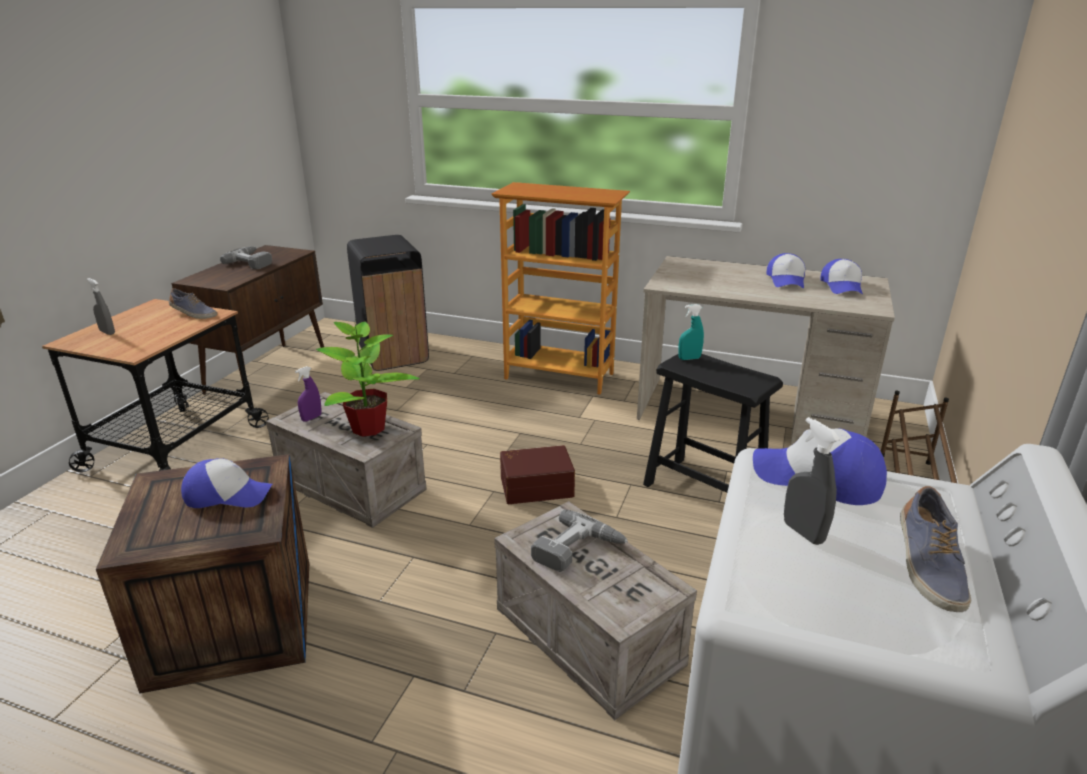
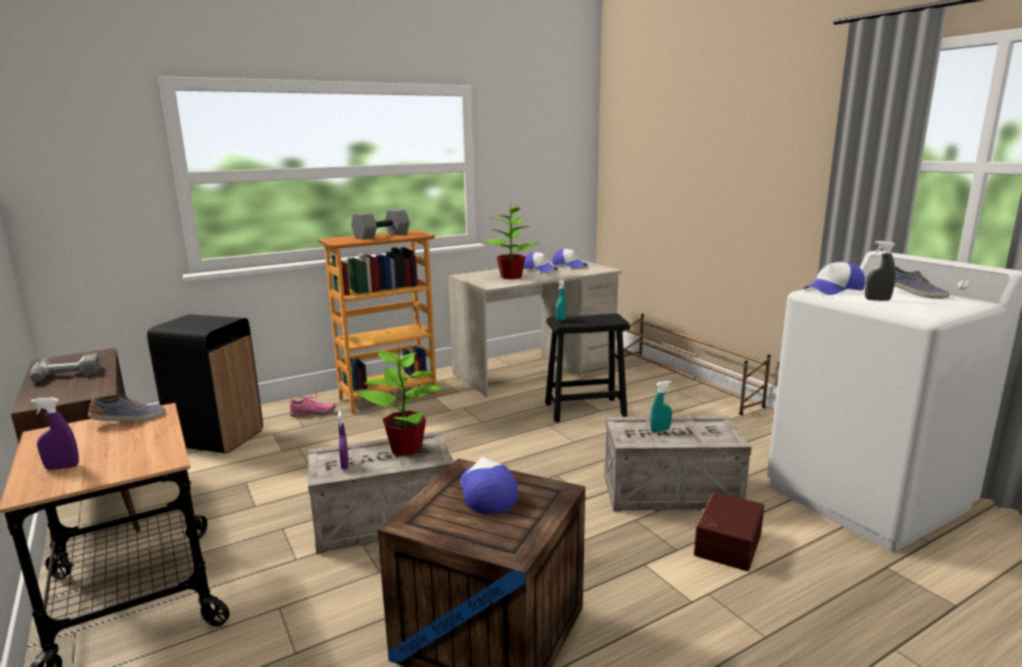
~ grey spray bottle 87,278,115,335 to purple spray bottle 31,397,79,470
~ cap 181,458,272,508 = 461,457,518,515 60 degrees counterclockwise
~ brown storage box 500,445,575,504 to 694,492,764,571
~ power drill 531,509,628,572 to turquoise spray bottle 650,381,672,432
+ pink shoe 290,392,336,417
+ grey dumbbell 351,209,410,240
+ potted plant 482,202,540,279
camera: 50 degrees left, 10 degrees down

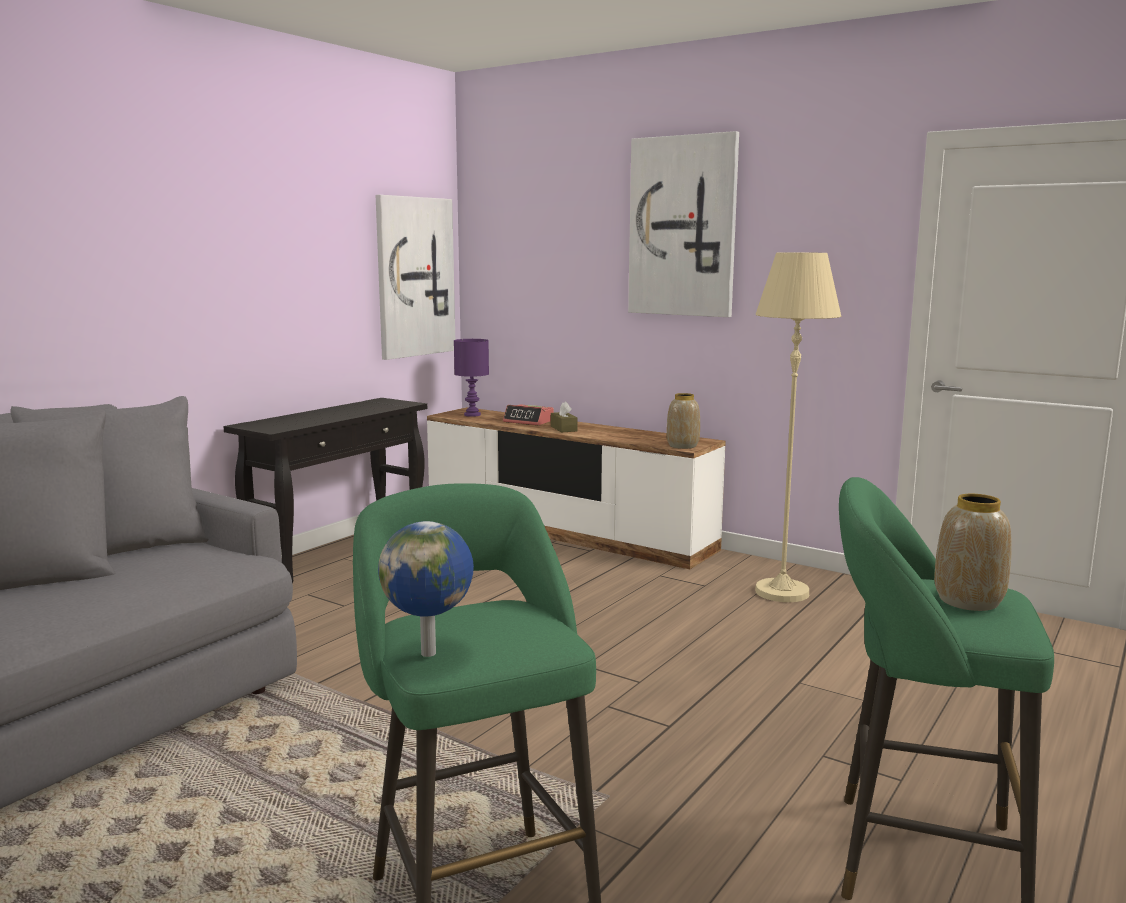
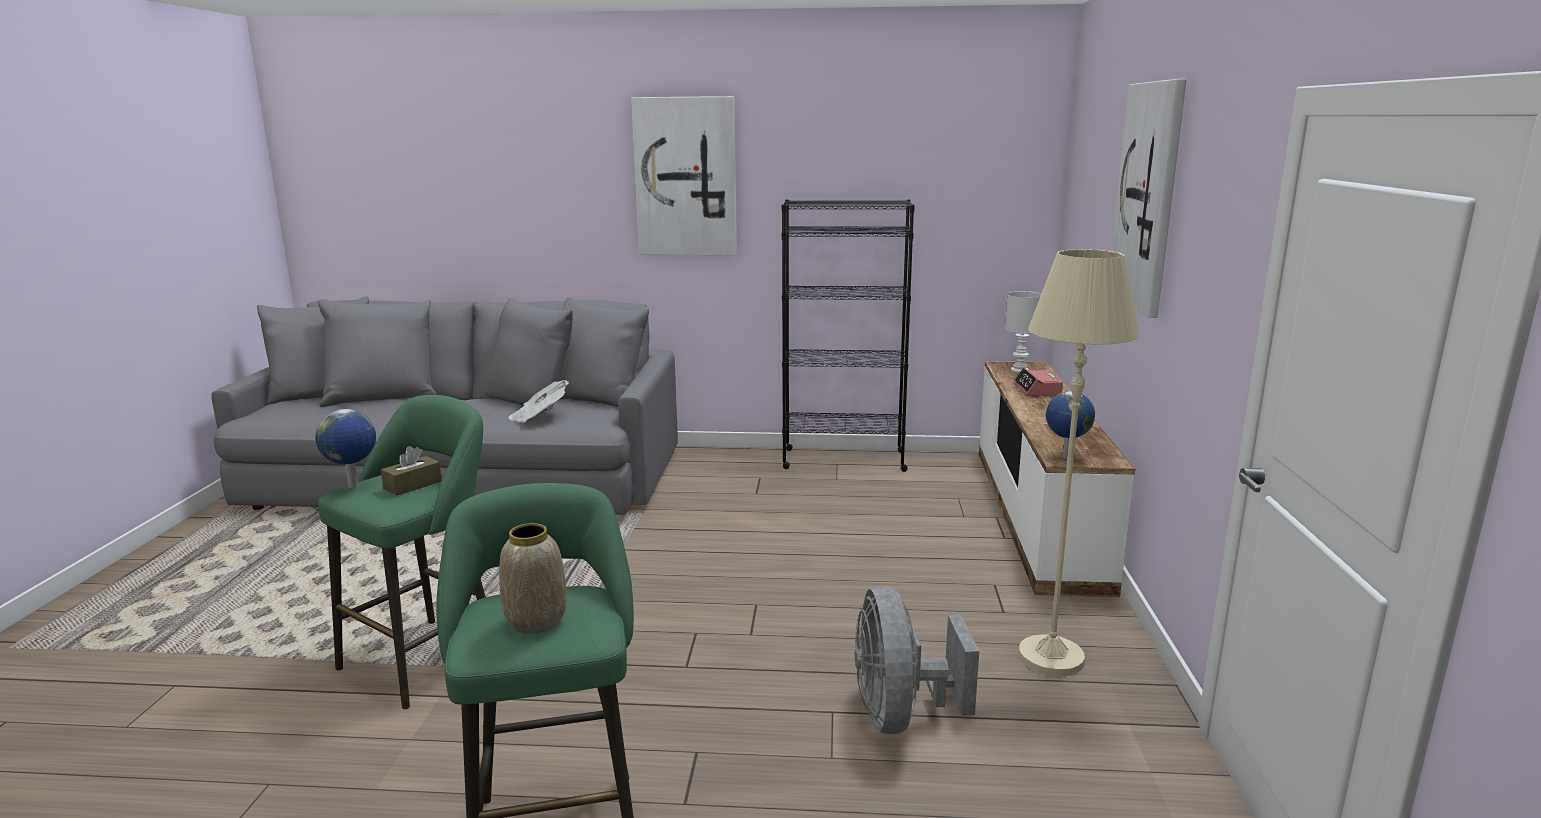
~ black console table 223,398,427,583 to black bookcase 781,199,915,472
~ picture 376,195,455,360 to 631,96,737,255
~ purple table lamp 454,339,489,417 to white table lamp 1004,291,1041,373
~ brown tissue box 551,401,578,433 to 381,446,442,496
~ vase 667,393,700,449 to globe 1046,391,1095,459
+ newspaper 508,380,569,423
+ grey fan 855,586,979,734
camera: 60 degrees right, 5 degrees up

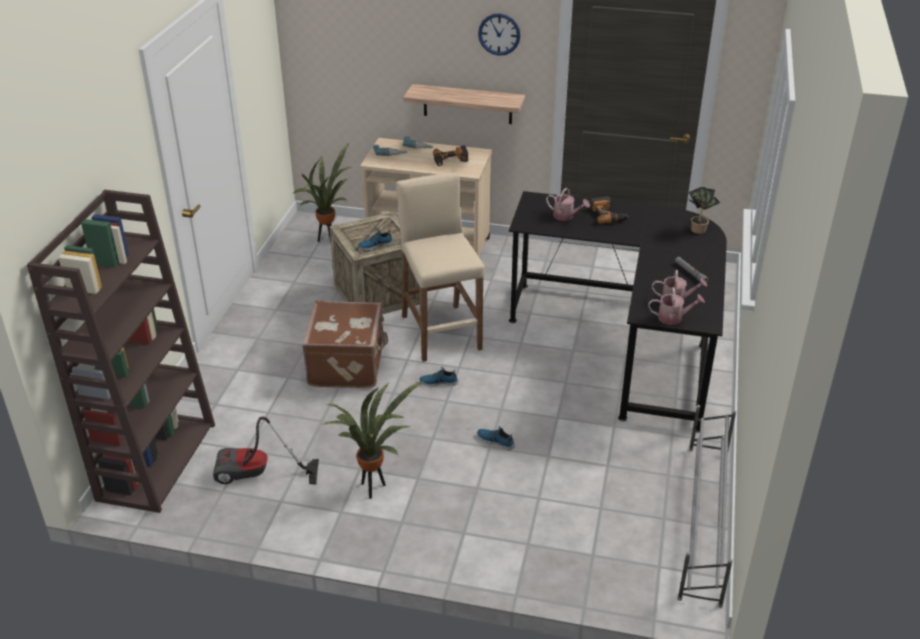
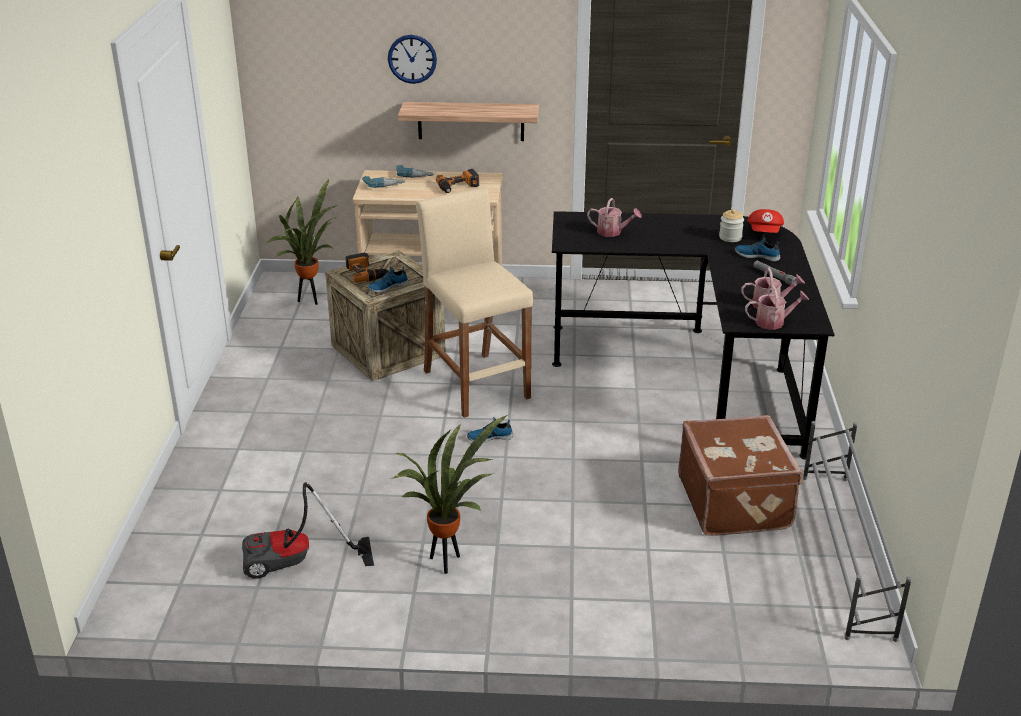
- brown bookcase 27,190,215,513
~ brown suitcase 302,300,388,388 to 678,415,803,536
~ shoe 477,426,515,451 to 735,235,780,261
~ wall clock 478,13,520,56 to 388,35,437,84
~ power drill 590,196,629,224 to 346,253,388,283
~ potted plant 689,187,721,234 to red cap 748,209,784,233
+ jar 719,209,744,242
camera: 10 degrees left, 5 degrees down

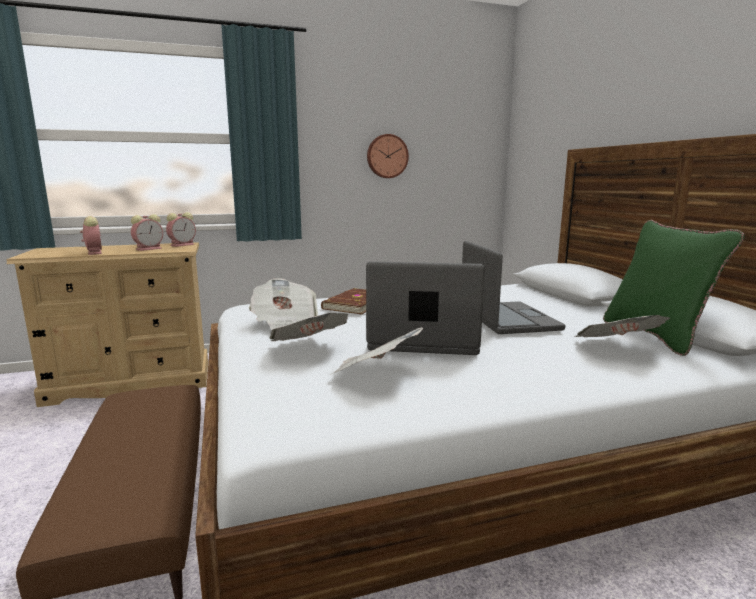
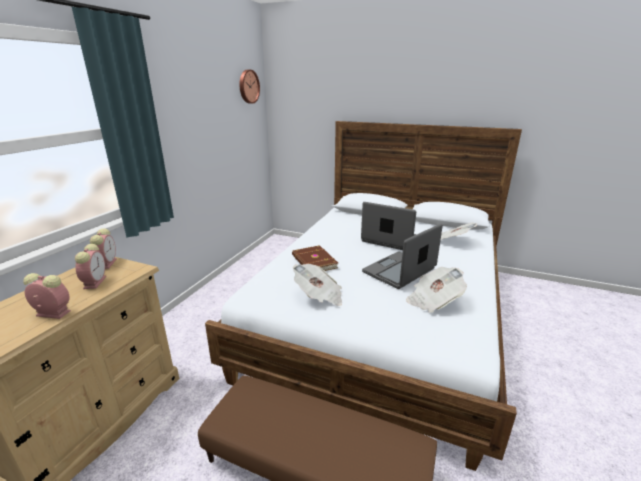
- newspaper 270,313,349,341
~ wall clock 367,134,409,178 to 239,70,260,104
- green pillow 603,220,744,356
camera: 50 degrees left, 10 degrees up

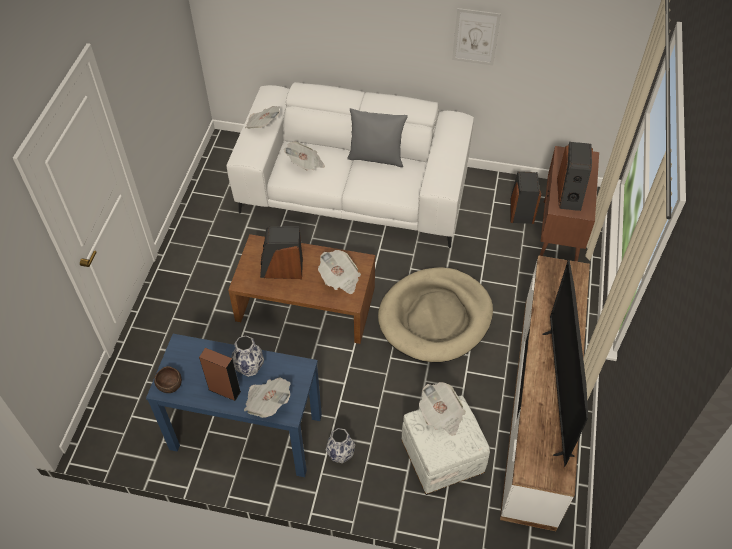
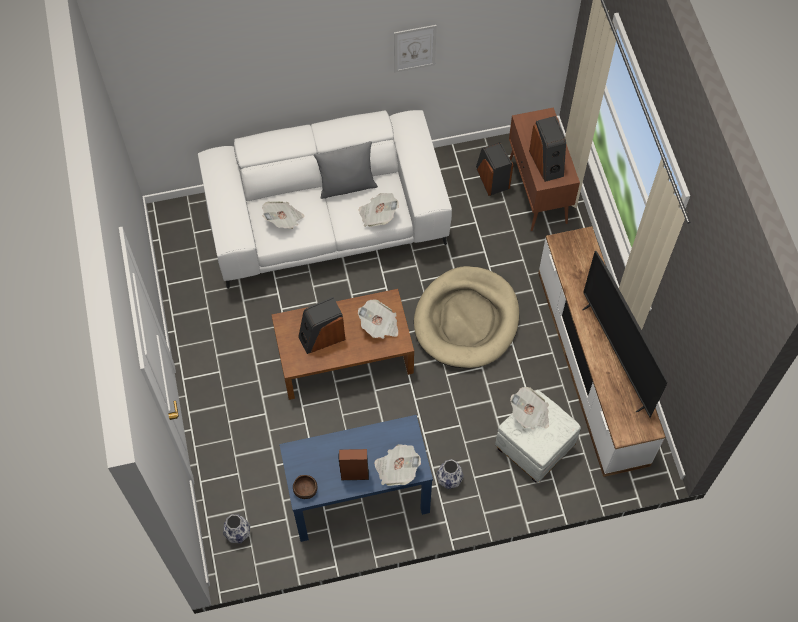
~ vase 231,336,264,377 to 223,514,250,543
~ newspaper 245,106,280,129 to 359,193,399,227
camera: 25 degrees left, 10 degrees up

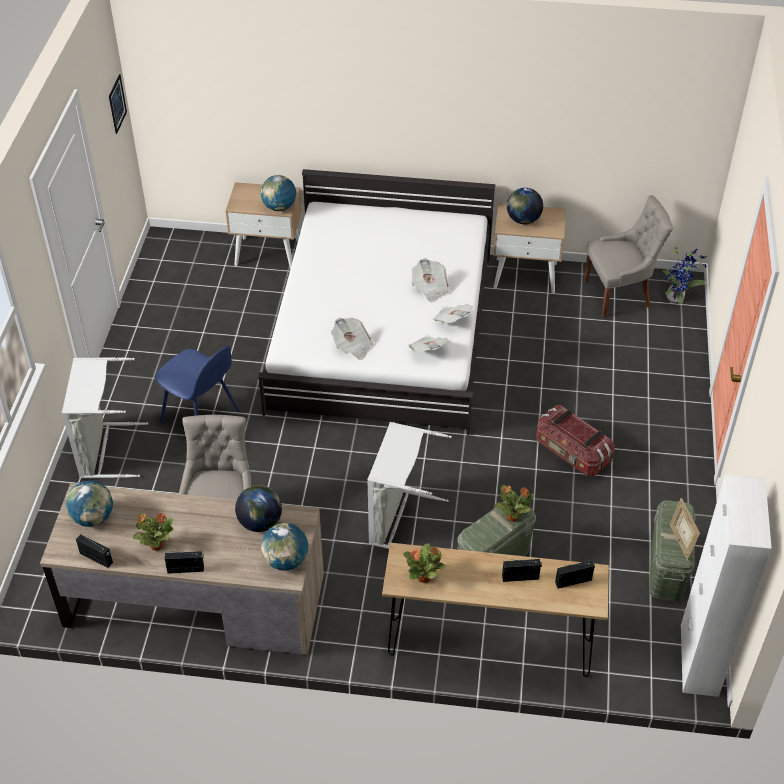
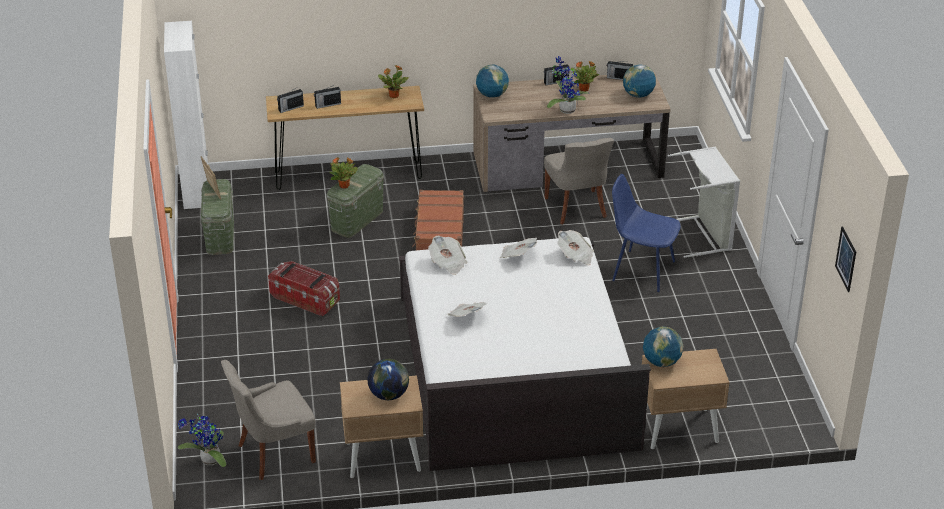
- globe 235,485,282,532
~ grey laundry basket 367,422,452,549 to brown suitcase 412,190,464,250
~ newspaper 432,304,474,323 to 558,230,594,265
+ potted plant 547,56,589,114
camera: 165 degrees right, 10 degrees down

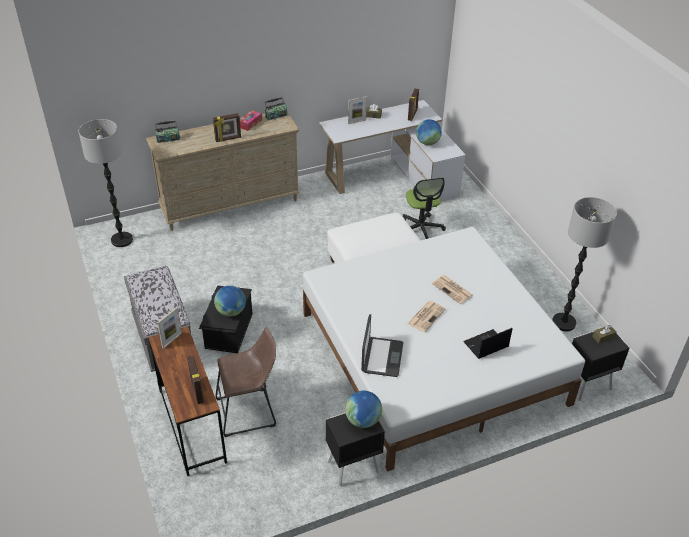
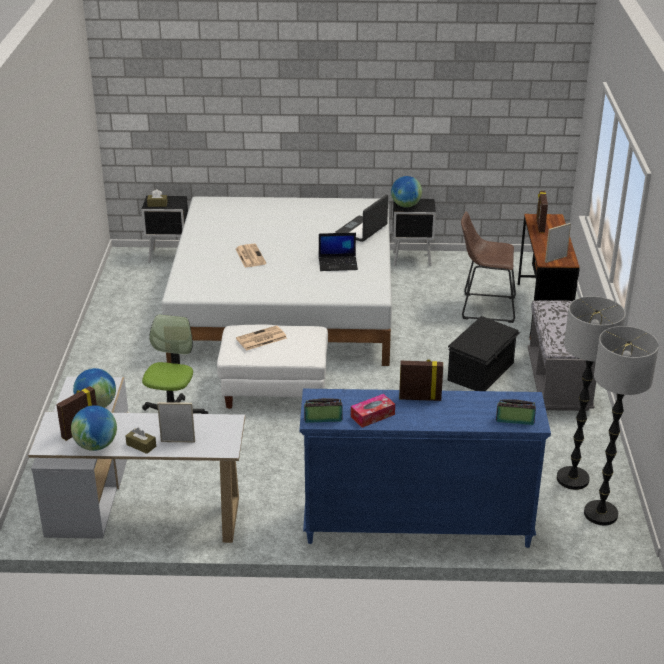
~ beige dresser 146,112,300,231 to blue dresser 300,389,551,548
~ globe 214,285,246,317 to 71,405,117,451
~ newspaper 407,301,446,332 to 236,325,287,351
~ laptop 463,328,512,359 to 319,233,358,271
~ floor lamp 552,197,617,331 to 557,296,625,490
camera: 155 degrees left, 10 degrees down

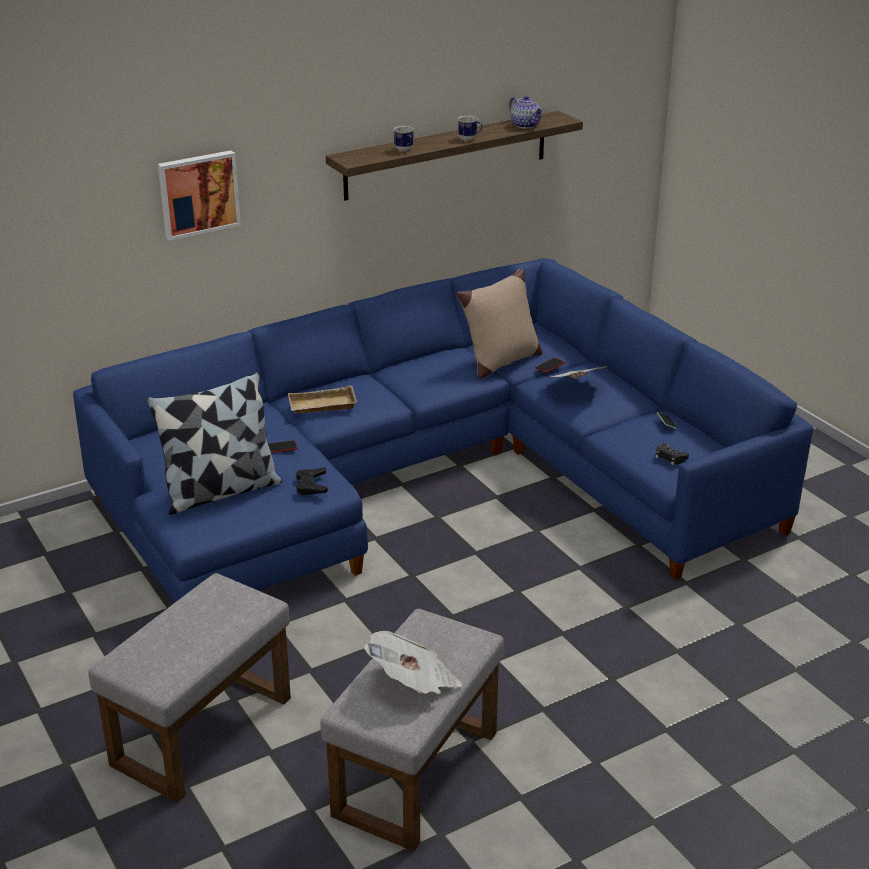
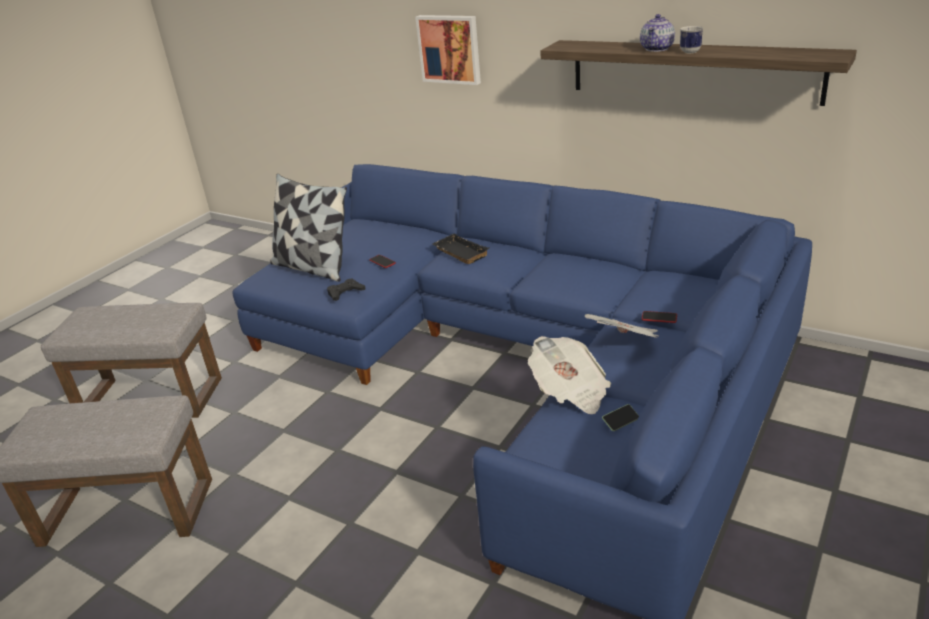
~ beige tray 288,385,357,413 to black tray 432,233,489,264
~ newspaper 363,631,462,694 to 528,336,611,414
- mug 394,126,414,151
- beige pillow 457,268,542,379
~ teapot 509,96,543,129 to 640,14,675,52
- black game controller 656,443,689,465
camera: 65 degrees right, 0 degrees up

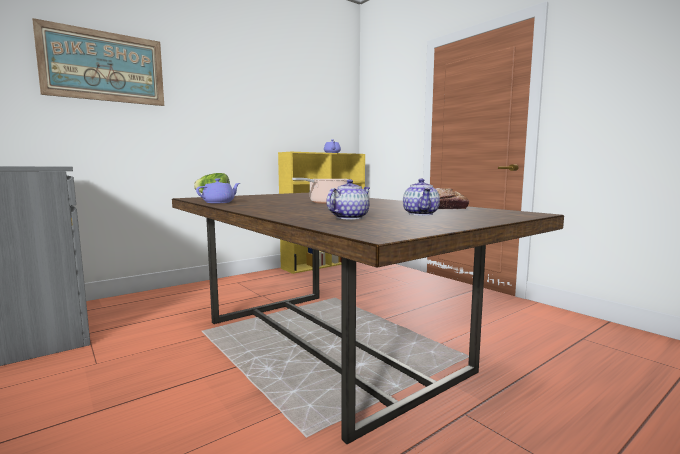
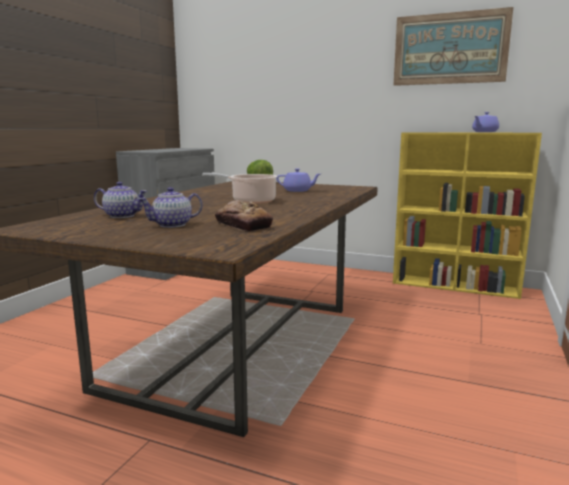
~ picture 32,18,164,106 to 394,7,513,86
~ purple teapot 196,178,240,203 to 276,169,320,192
camera: 60 degrees right, 5 degrees up

